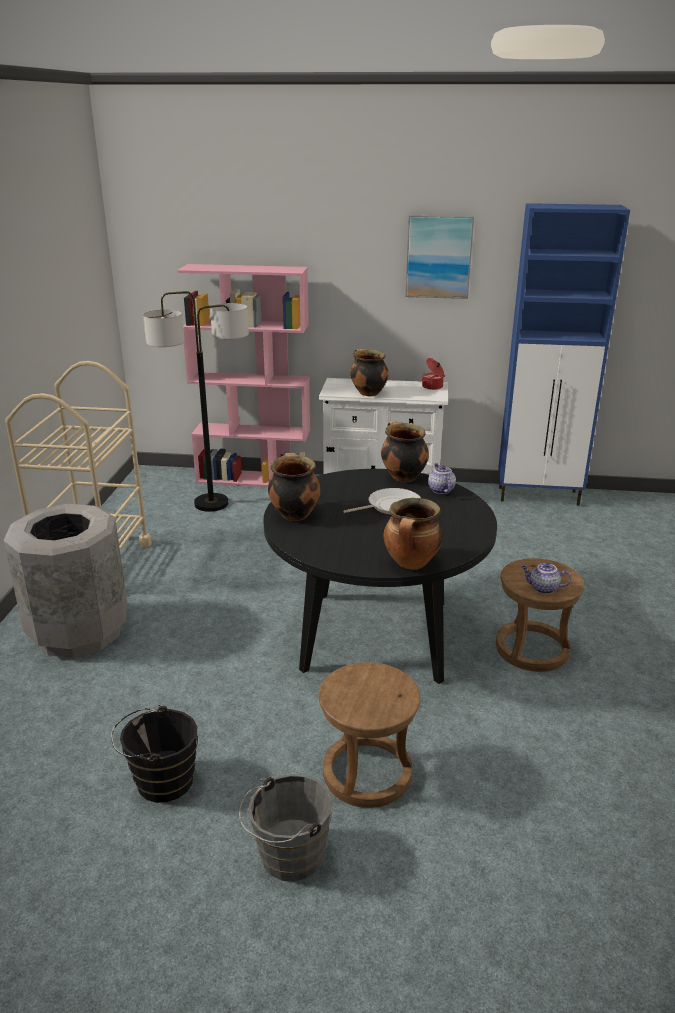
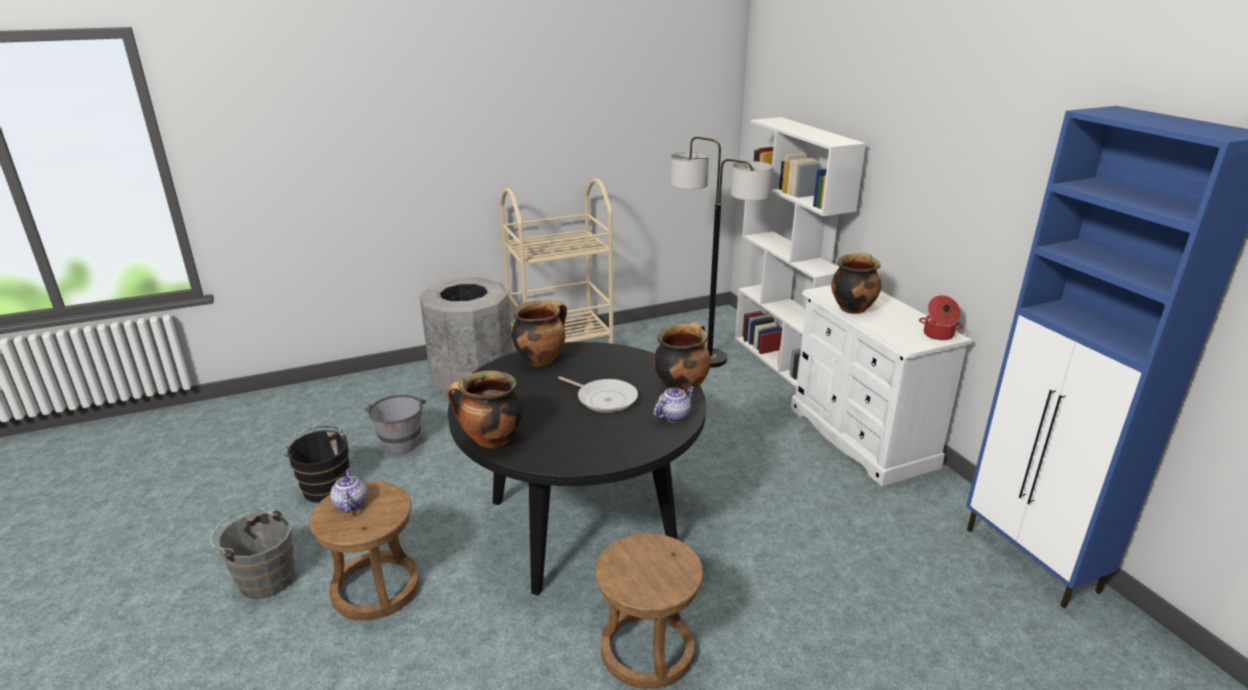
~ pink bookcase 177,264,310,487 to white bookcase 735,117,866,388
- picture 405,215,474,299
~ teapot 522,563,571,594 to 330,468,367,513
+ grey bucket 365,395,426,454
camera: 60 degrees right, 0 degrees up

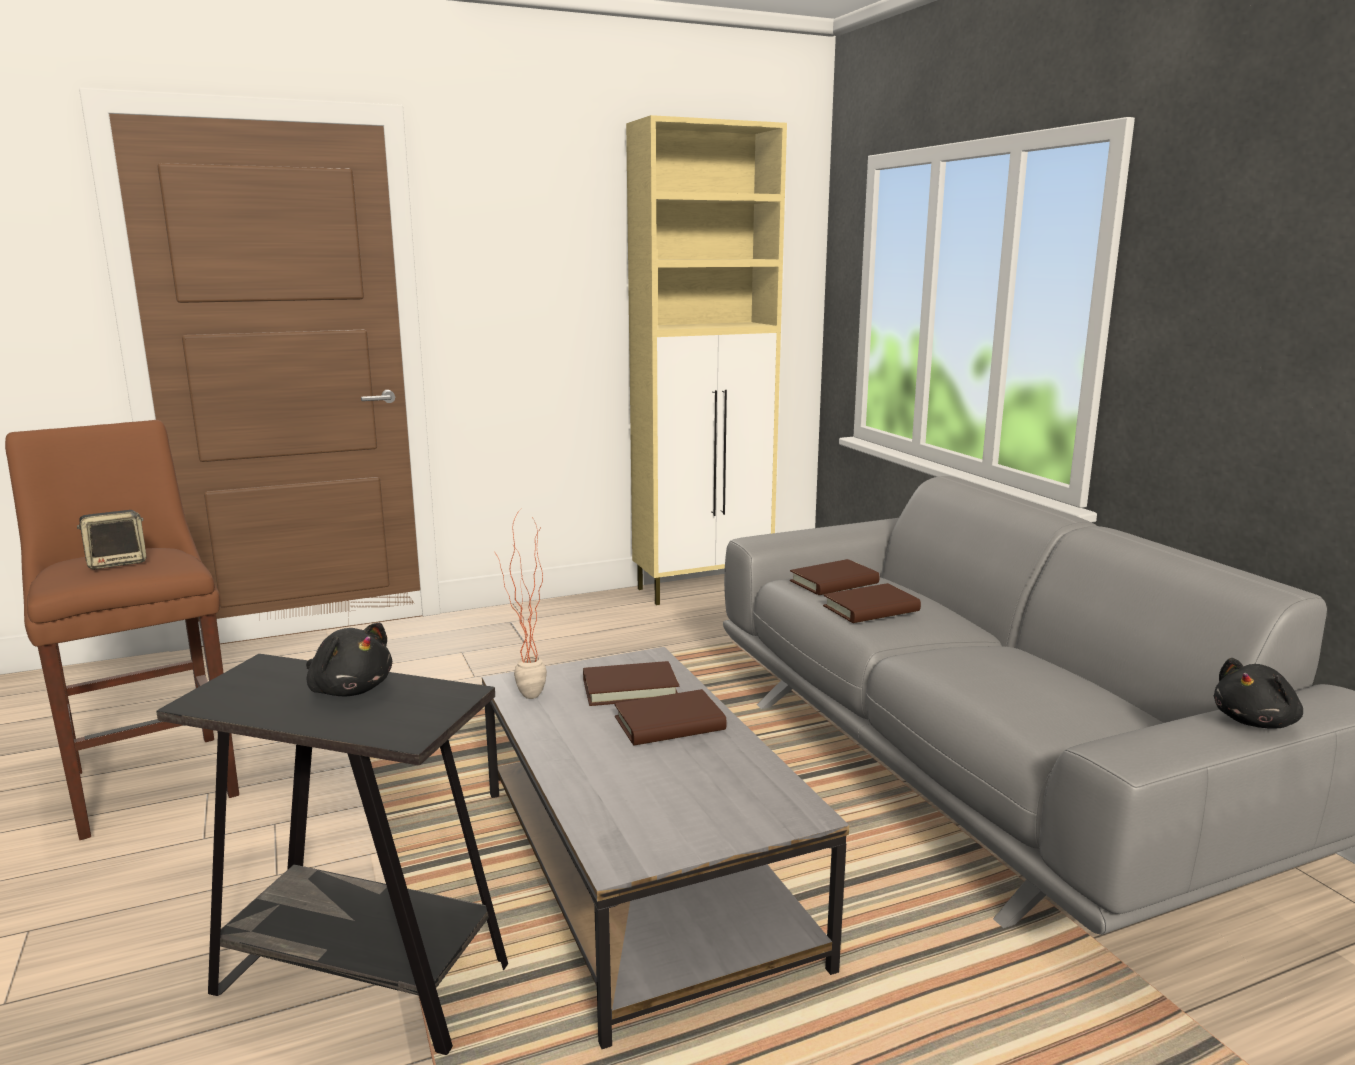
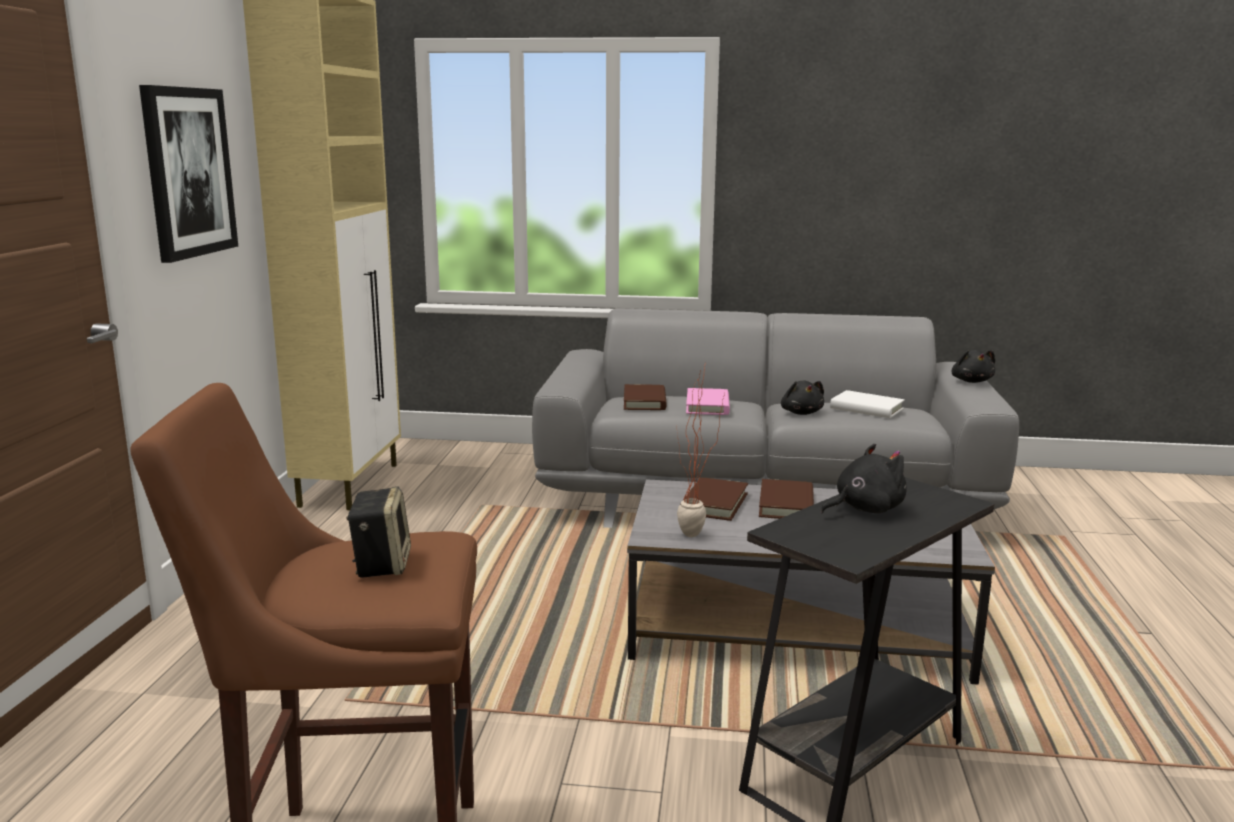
~ brown book 823,583,921,623 to pink book 686,388,730,415
+ picture 139,85,238,263
+ black plush toy 781,380,824,415
+ white book 830,390,905,418
camera: 60 degrees left, 0 degrees up

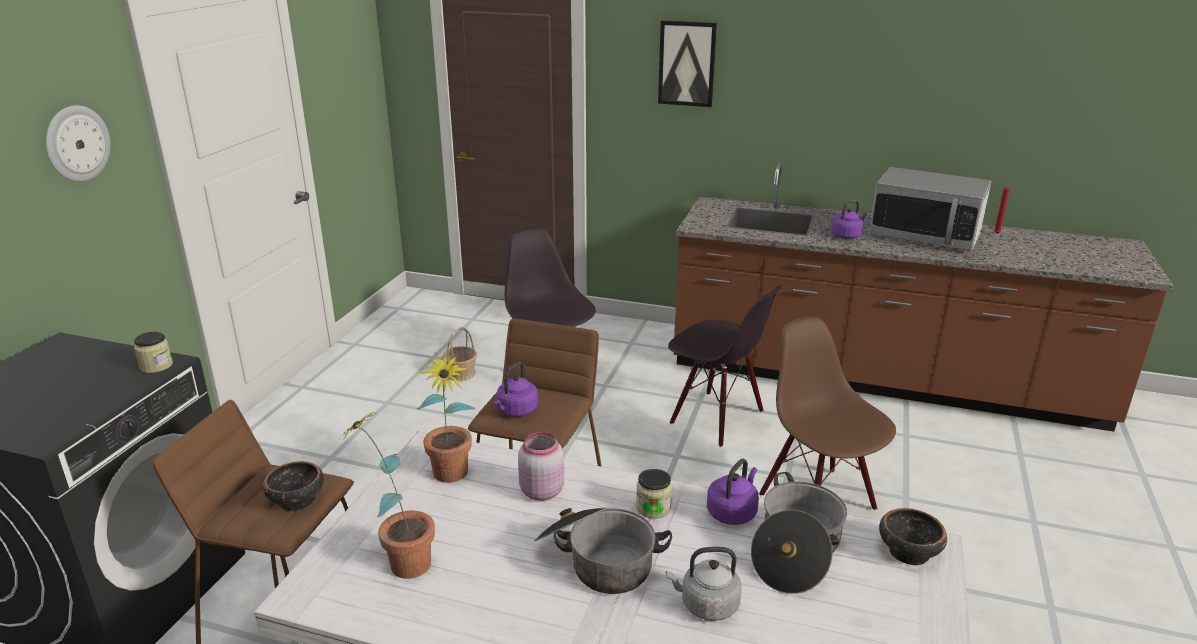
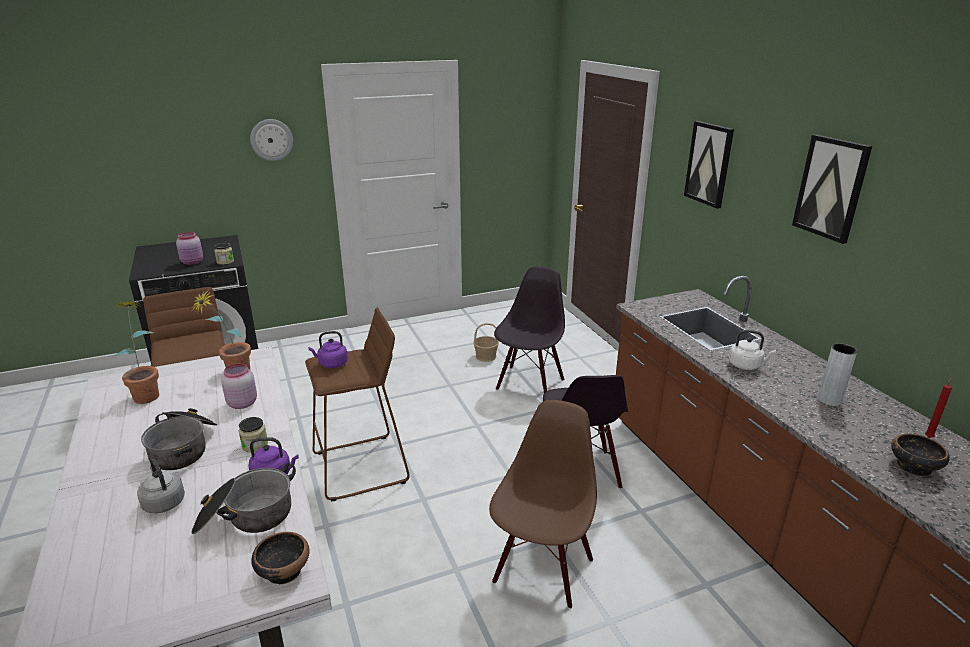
~ bowl 263,461,324,511 to 891,434,950,476
~ purple kettle 831,200,867,239 to white kettle 729,330,776,370
~ microwave 869,167,991,251 to grey vase 818,344,857,406
+ pink jar 176,232,203,265
+ picture 792,135,872,244
camera: 50 degrees right, 0 degrees up

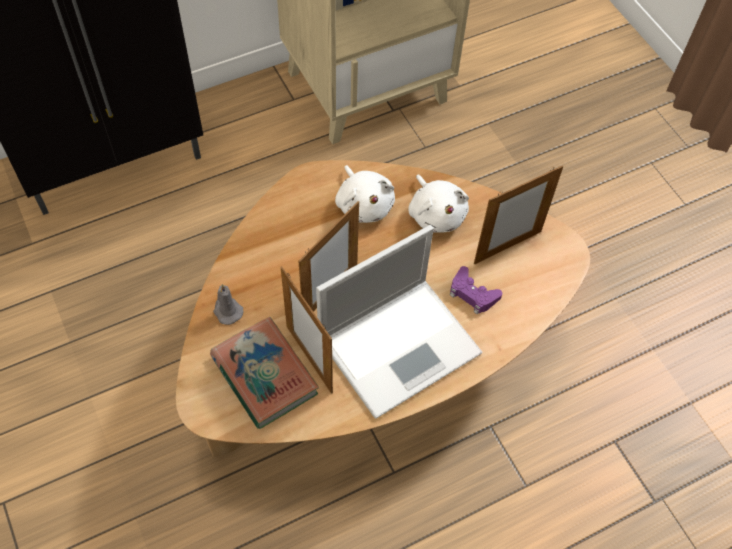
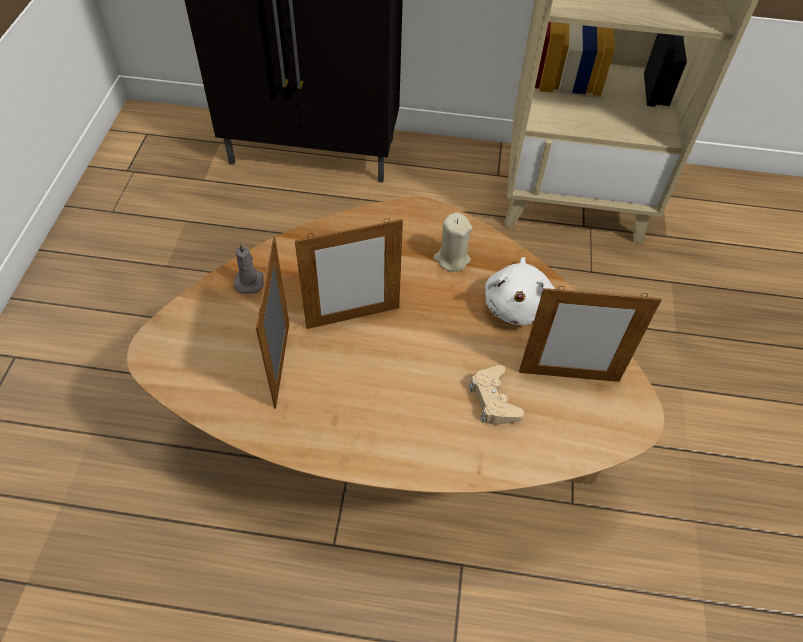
- book 210,317,319,429
- laptop 316,225,483,419
~ white plush toy 335,165,395,223 to beige candle 433,213,472,272
~ purple game controller 450,266,502,315 to beige game controller 469,365,524,425
camera: 35 degrees right, 5 degrees down

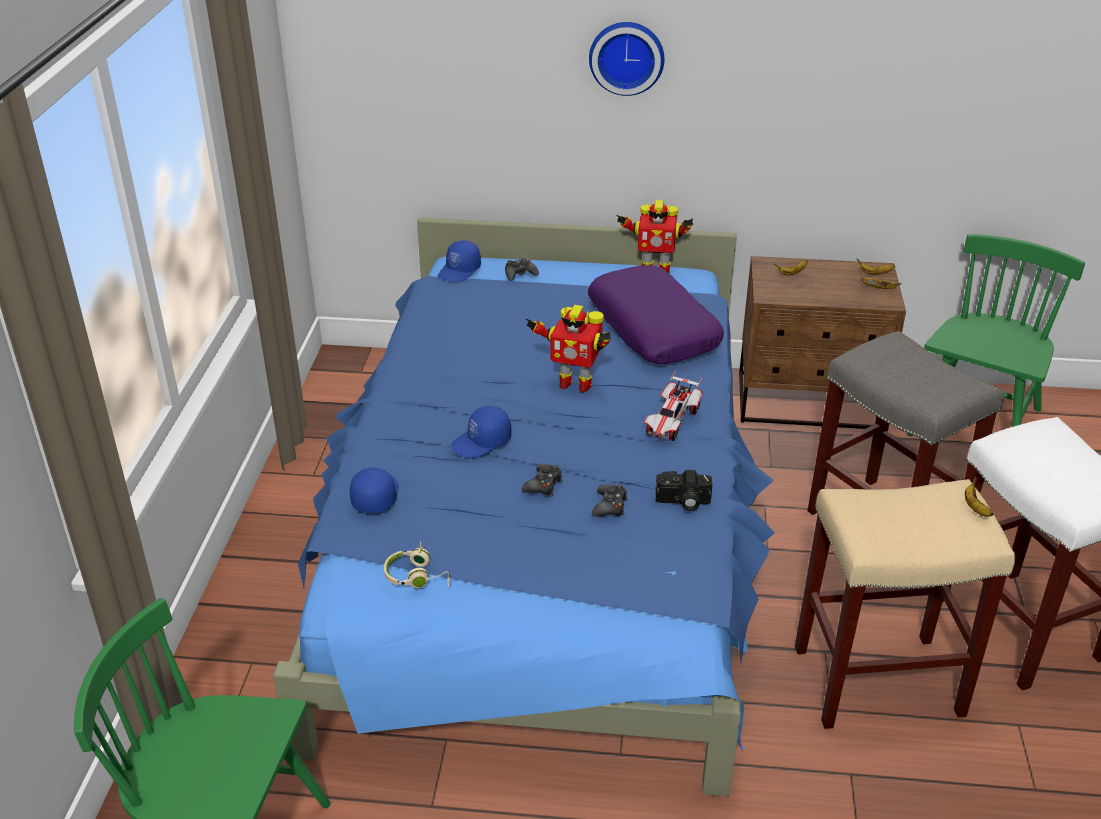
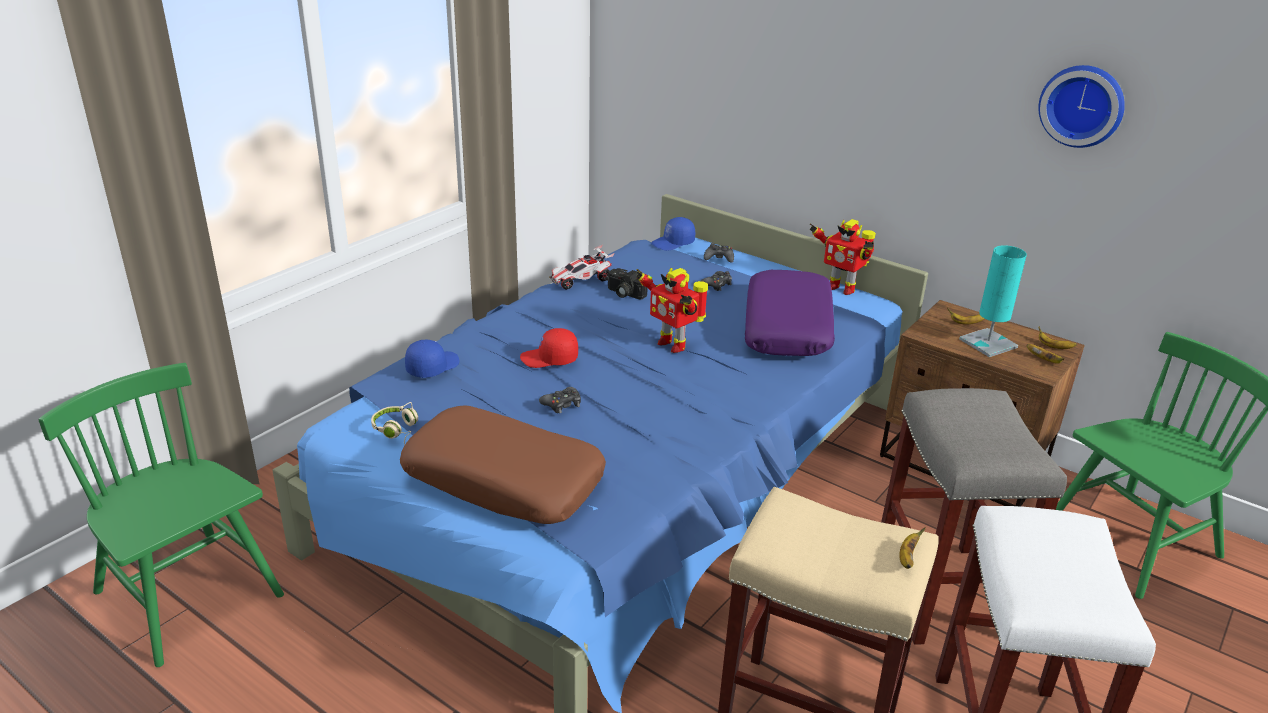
~ blue cap 451,406,511,458 to red cap 520,328,578,368
~ wall clock 589,22,664,96 to 1038,65,1125,148
~ black game controller 592,484,627,517 to 701,271,732,291
~ toy car 644,370,703,441 to 549,245,614,290
~ photo camera 655,470,712,511 to 607,268,648,300
+ brown pillow 400,405,606,524
+ turquoise table lamp 959,245,1027,357
camera: 30 degrees right, 5 degrees down

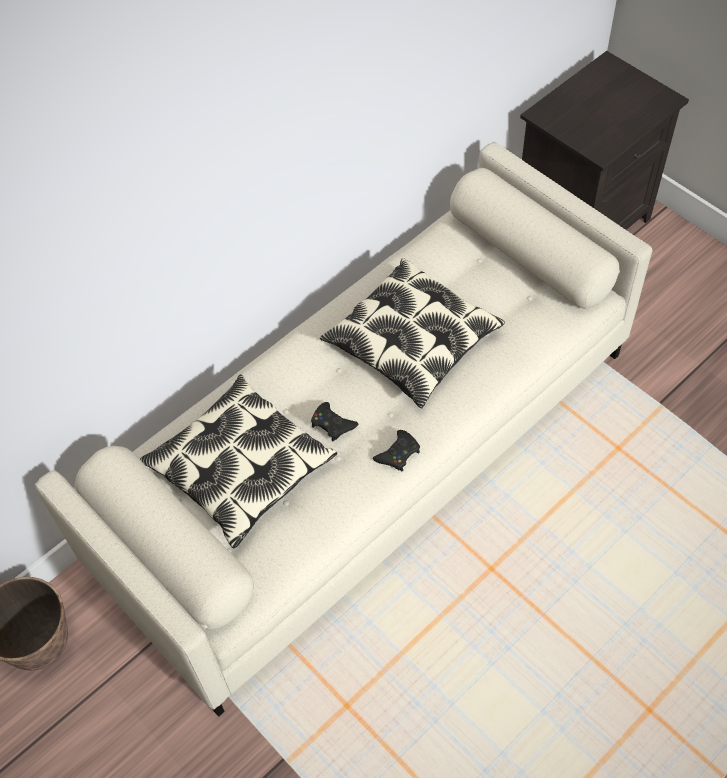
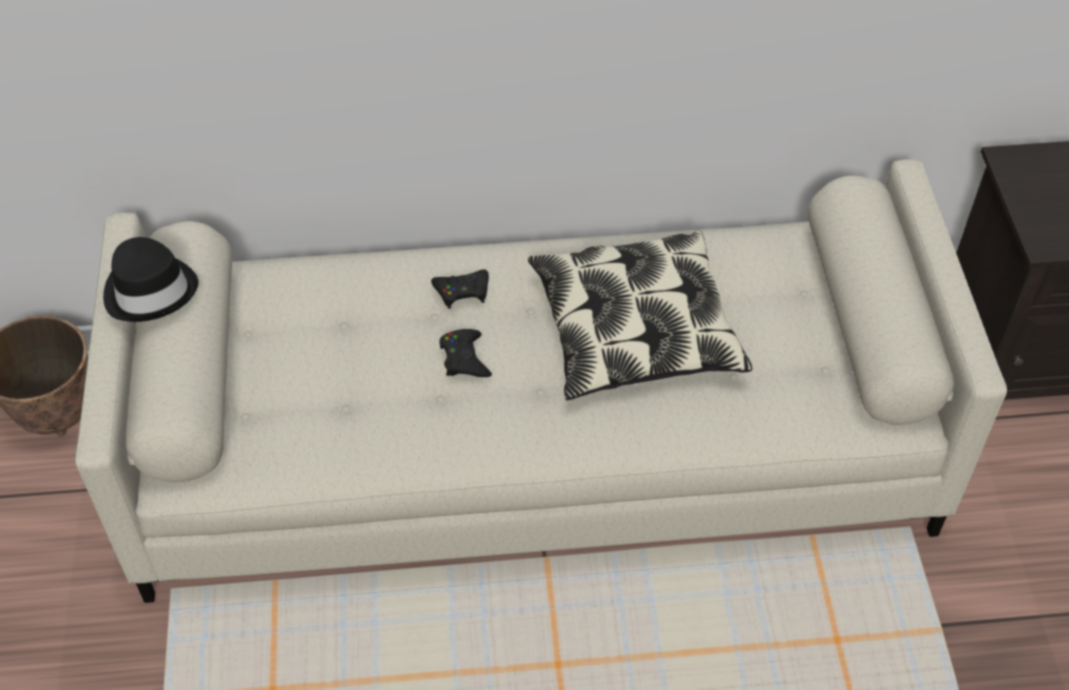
- pillow 140,374,337,549
~ black game controller 373,430,420,472 to 431,269,489,309
+ black hat 103,237,198,322
camera: 35 degrees right, 5 degrees down

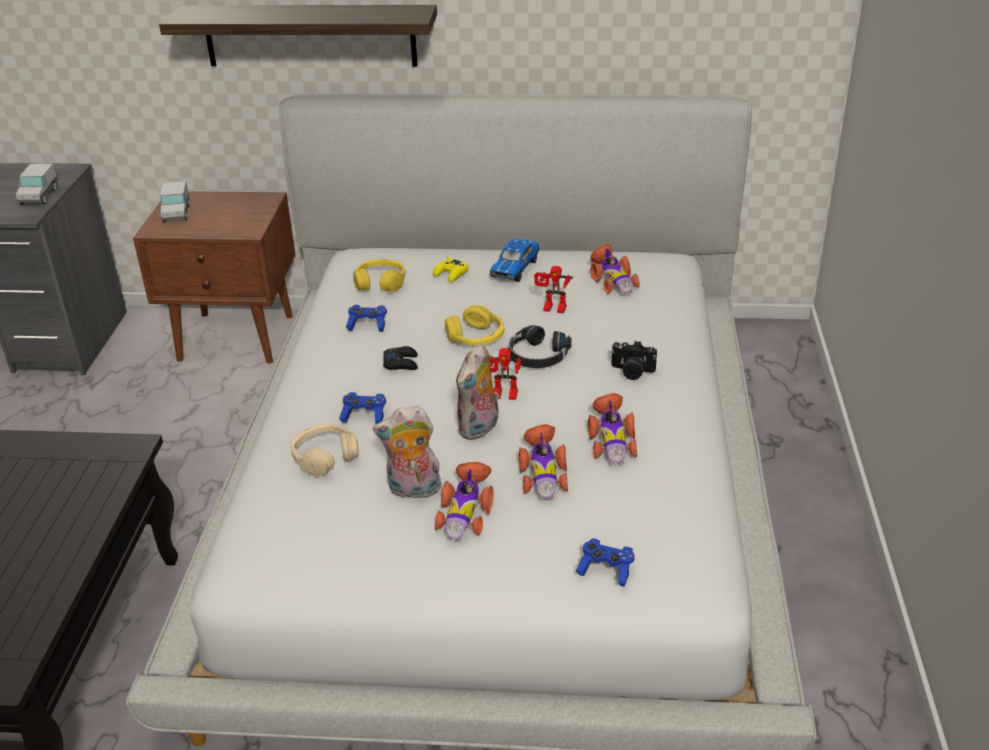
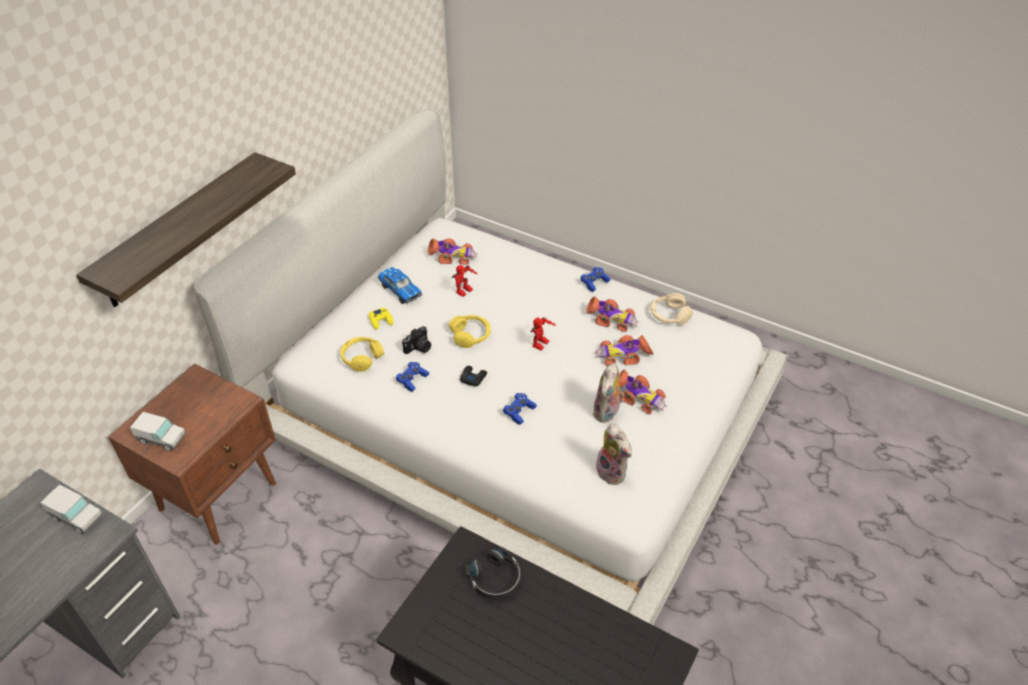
~ beige headphones 291,424,359,476 to 651,293,693,325
~ plush toy 456,343,499,440 to 596,424,632,485
~ black headphones 509,325,572,368 to 465,546,521,600
~ toy car 519,424,568,499 = 595,335,653,365 150 degrees clockwise
~ blue game controller 576,539,635,587 to 581,267,610,292
~ photo camera 611,341,657,380 to 402,326,431,354
camera: 65 degrees left, 10 degrees up

